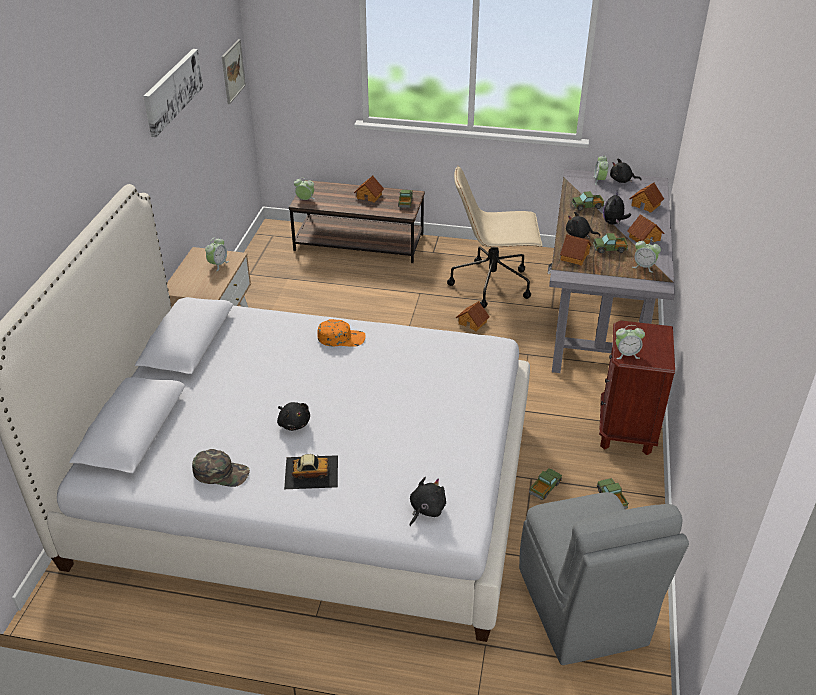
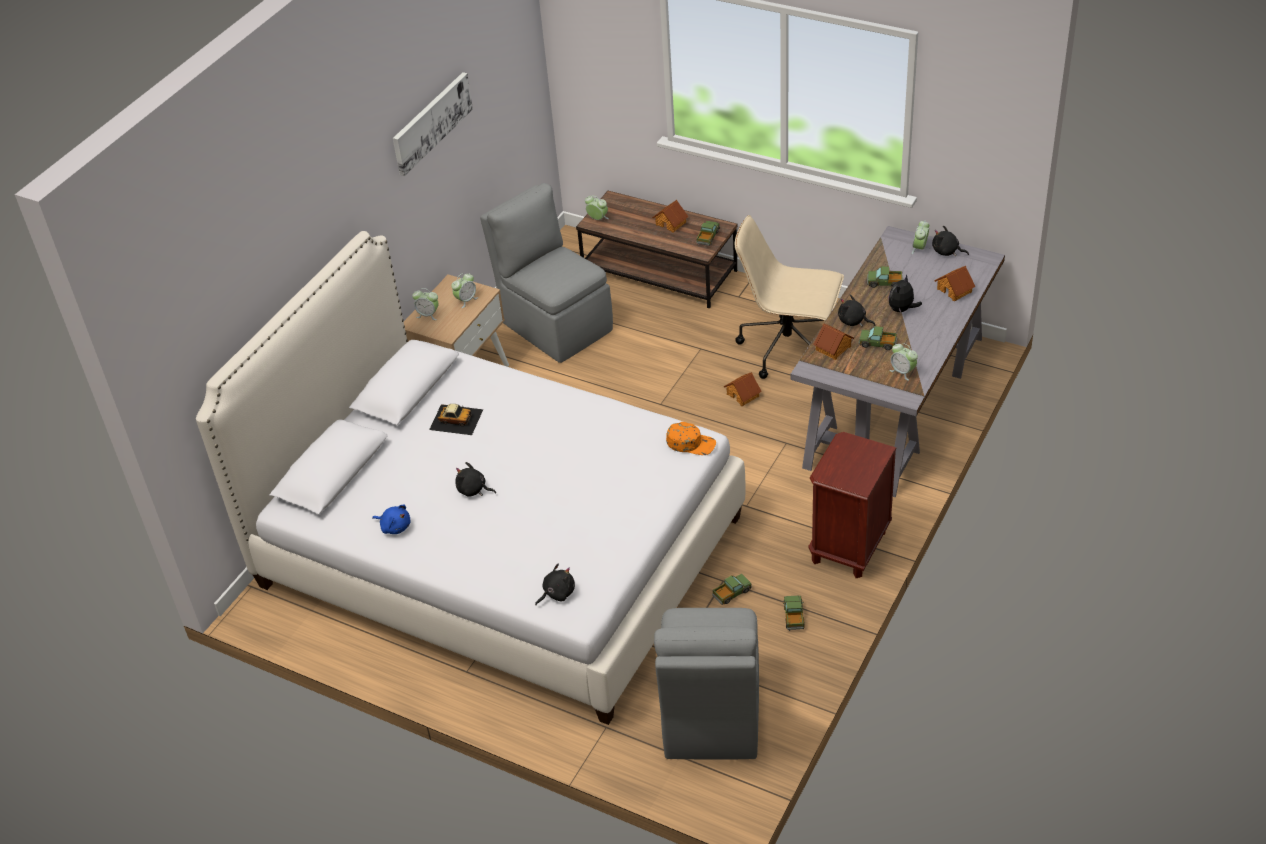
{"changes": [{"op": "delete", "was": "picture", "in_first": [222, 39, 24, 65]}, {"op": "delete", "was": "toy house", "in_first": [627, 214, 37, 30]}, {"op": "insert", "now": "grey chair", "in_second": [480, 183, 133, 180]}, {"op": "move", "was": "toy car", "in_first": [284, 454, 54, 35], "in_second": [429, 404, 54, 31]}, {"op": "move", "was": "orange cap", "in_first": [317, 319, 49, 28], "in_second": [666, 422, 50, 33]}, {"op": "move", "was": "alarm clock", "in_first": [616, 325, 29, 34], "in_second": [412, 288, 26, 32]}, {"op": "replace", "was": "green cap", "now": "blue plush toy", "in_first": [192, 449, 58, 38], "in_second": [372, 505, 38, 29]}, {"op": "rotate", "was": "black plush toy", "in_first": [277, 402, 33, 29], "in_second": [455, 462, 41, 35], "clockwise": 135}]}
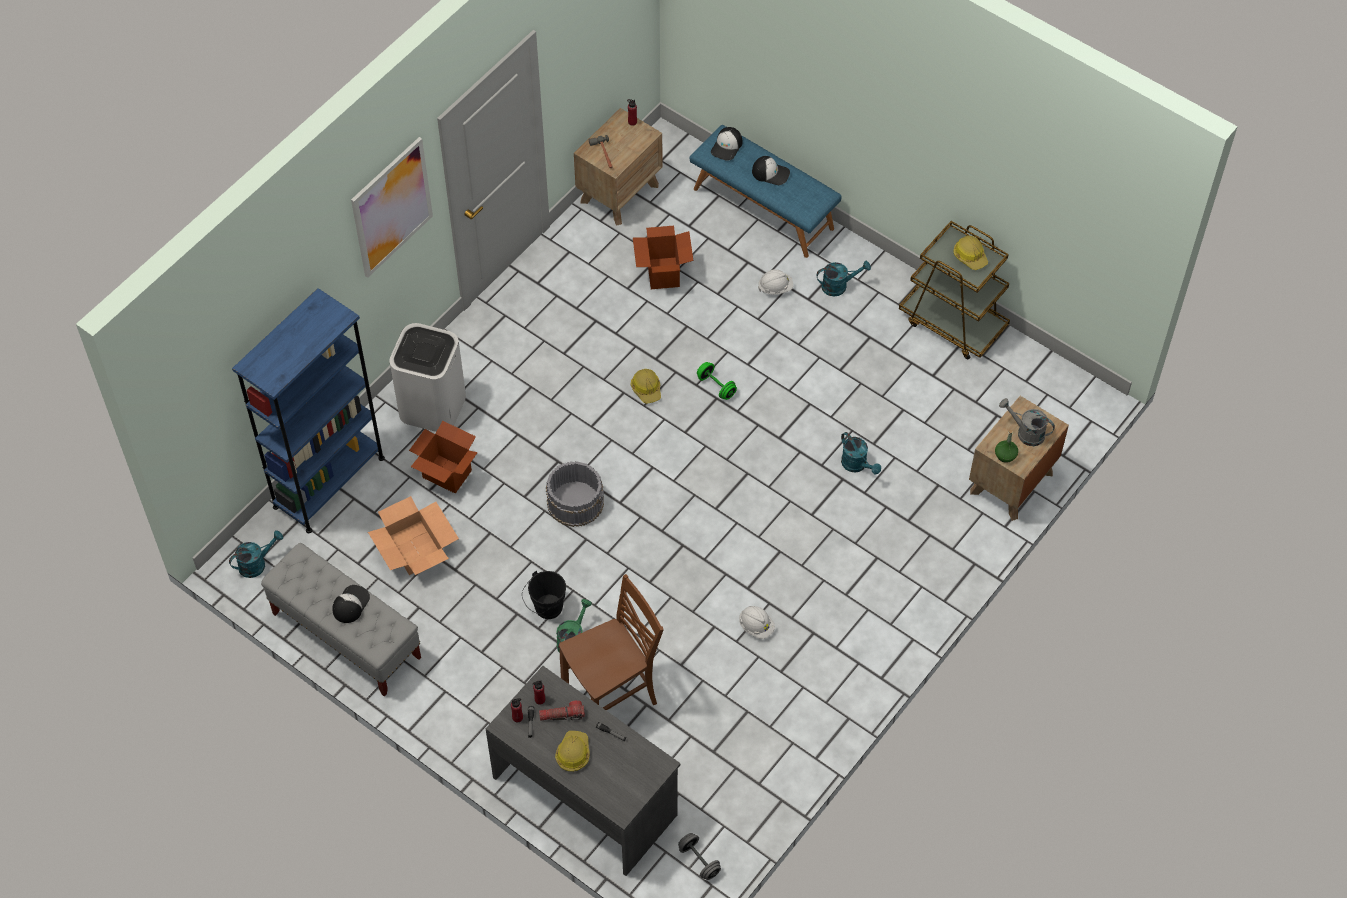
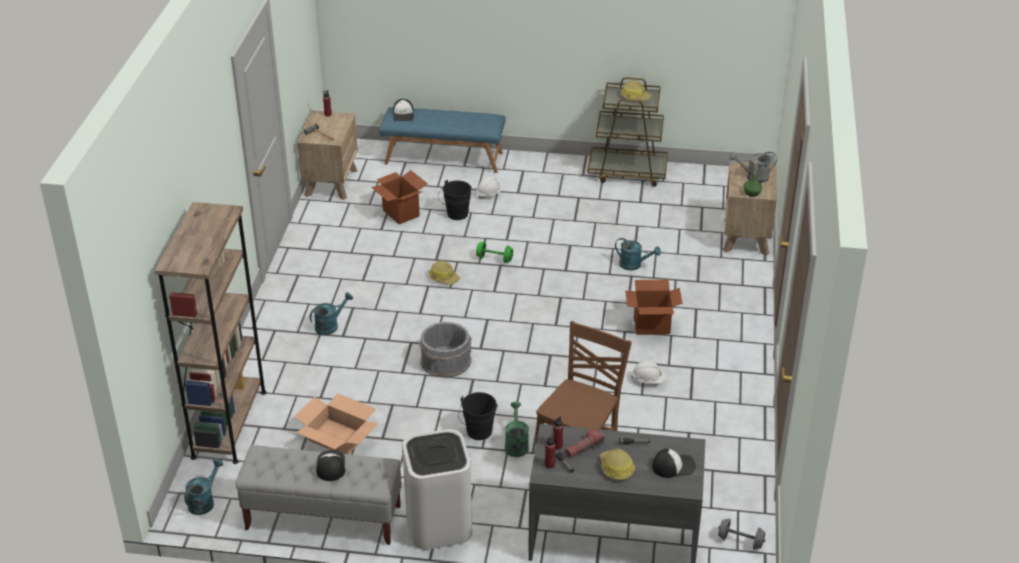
{"changes": [{"op": "delete", "was": "picture", "in_first": [351, 137, 82, 141]}, {"op": "insert", "now": "black bucket", "in_second": [438, 180, 34, 40]}, {"op": "move", "was": "white trash can", "in_first": [390, 323, 76, 109], "in_second": [402, 429, 70, 121]}, {"op": "move", "was": "cardboard box", "in_first": [409, 421, 69, 72], "in_second": [625, 280, 58, 55]}, {"op": "move", "was": "cap", "in_first": [752, 156, 38, 29], "in_second": [652, 449, 44, 29]}, {"op": "move", "was": "turquoise watering can", "in_first": [817, 261, 54, 35], "in_second": [309, 292, 44, 43]}, {"op": "recolor", "was": "blue bookcase", "now": "brown bookcase", "in_first": [232, 288, 153, 245], "in_second": [155, 202, 112, 262]}]}
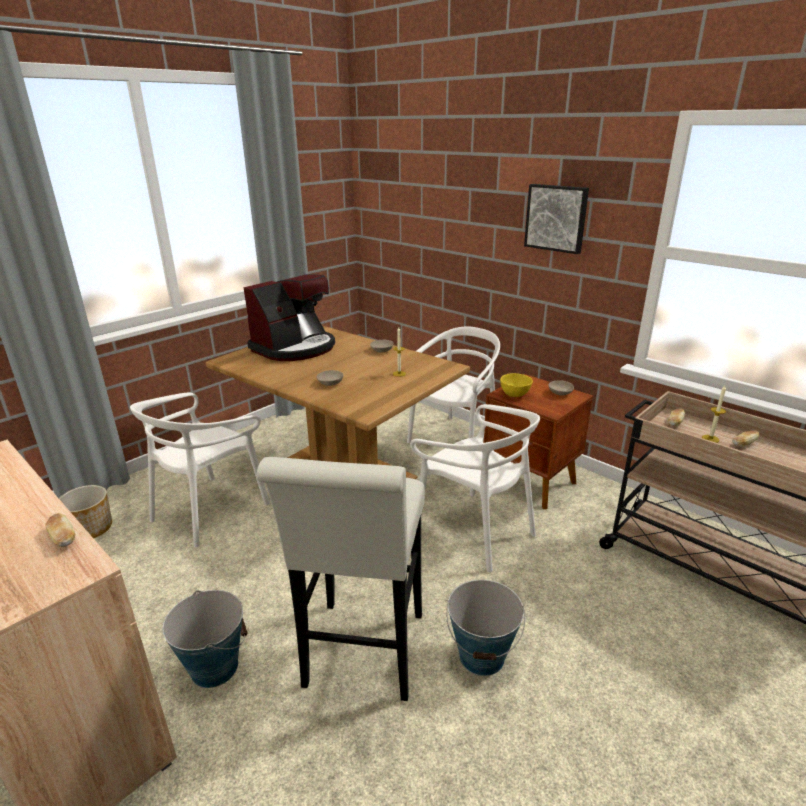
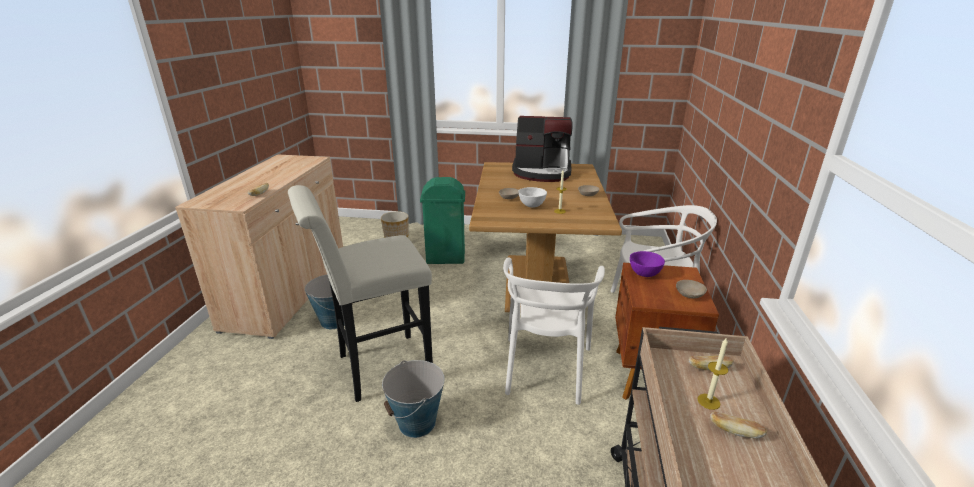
{"changes": [{"op": "delete", "was": "picture", "in_first": [524, 184, 65, 70]}, {"op": "insert", "now": "white bowl", "in_second": [519, 187, 28, 21]}, {"op": "replace", "was": "white chair", "now": "green trash can", "in_first": [130, 393, 140, 154], "in_second": [420, 177, 45, 87]}, {"op": "recolor", "was": "yellow bowl", "now": "purple bowl", "in_first": [500, 373, 33, 24], "in_second": [630, 251, 35, 26]}]}
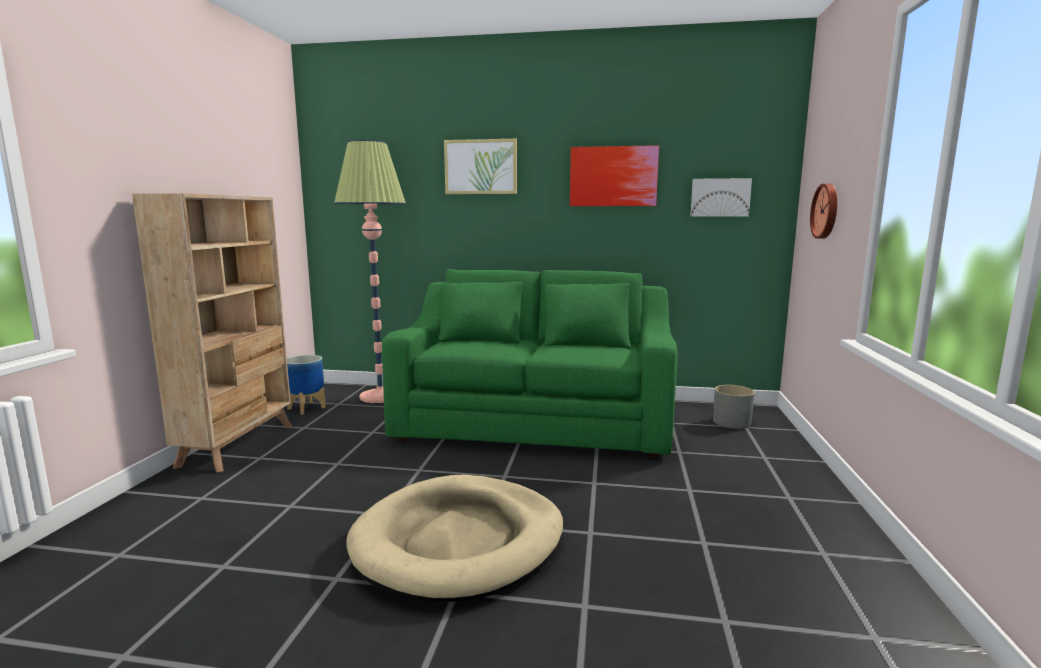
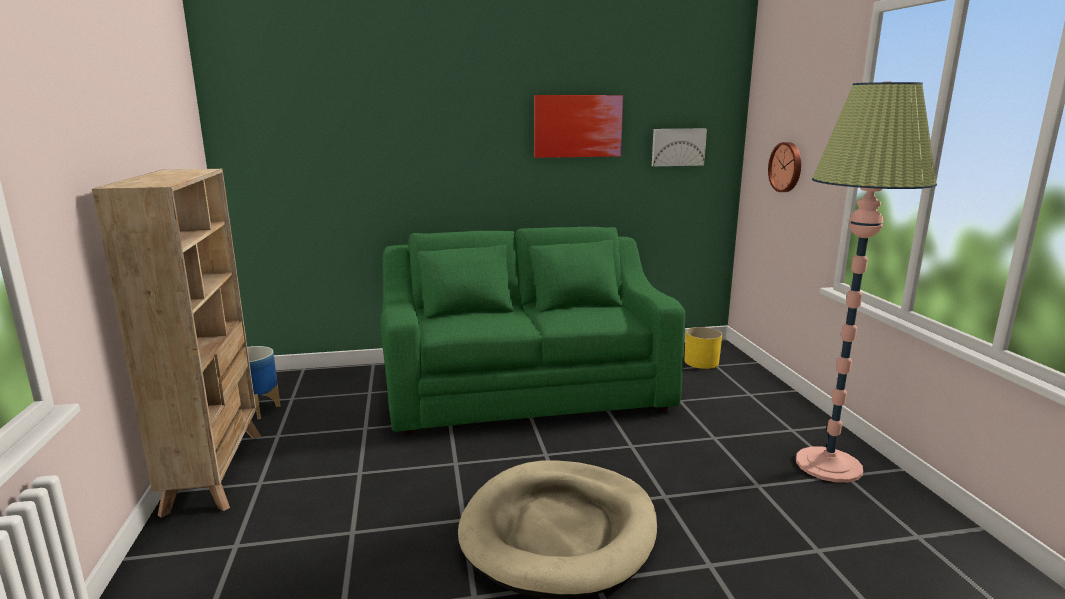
{"changes": [{"op": "delete", "was": "picture", "in_first": [444, 139, 73, 55]}, {"op": "move", "was": "floor lamp", "in_first": [334, 140, 72, 263], "in_second": [796, 81, 141, 402]}, {"op": "recolor", "was": "grey planter", "now": "yellow planter", "in_first": [713, 385, 42, 44], "in_second": [684, 327, 38, 42]}]}
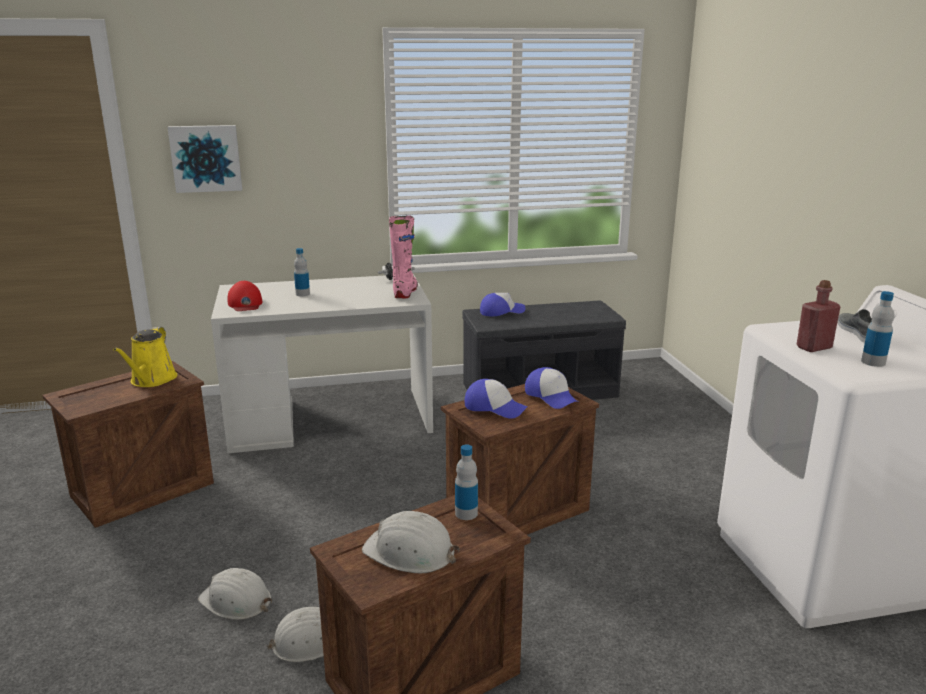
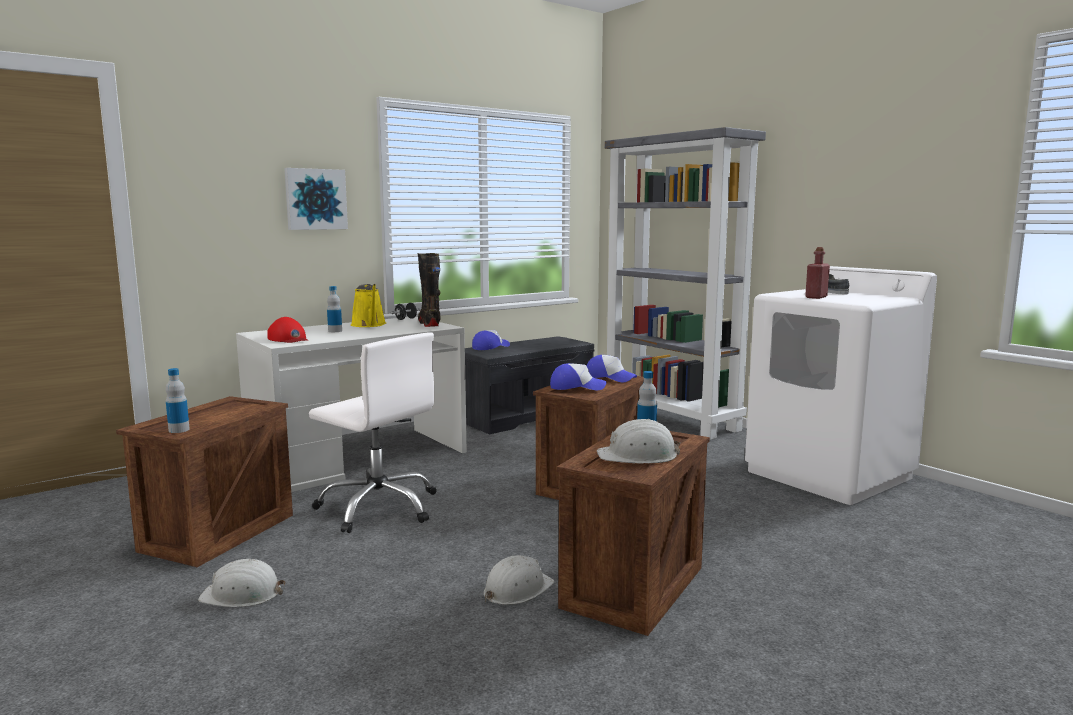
{"changes": [{"op": "insert", "now": "white office chair", "in_second": [309, 332, 128, 201]}, {"op": "insert", "now": "grey bookcase", "in_second": [604, 127, 162, 313]}, {"op": "move", "was": "yellow watering can", "in_first": [113, 327, 64, 60], "in_second": [351, 284, 35, 43]}, {"op": "move", "was": "picture", "in_first": [167, 125, 75, 68], "in_second": [284, 168, 64, 62]}, {"op": "move", "was": "white hard hat", "in_first": [198, 568, 74, 52], "in_second": [198, 559, 87, 48]}, {"op": "move", "was": "bottle", "in_first": [861, 291, 33, 76], "in_second": [166, 368, 24, 65]}, {"op": "recolor", "was": "pink boot", "now": "black boot", "in_first": [389, 216, 29, 82], "in_second": [418, 253, 23, 74]}]}
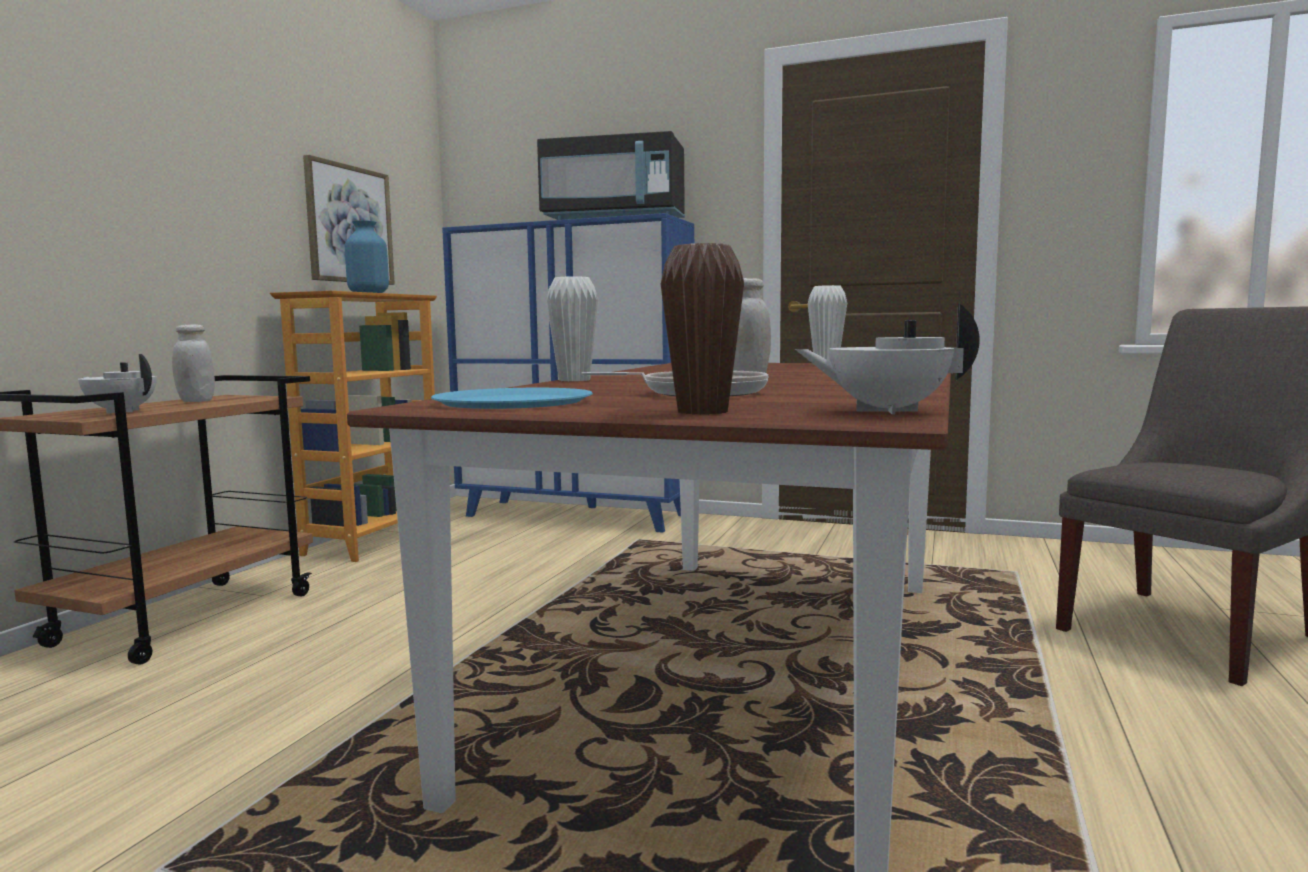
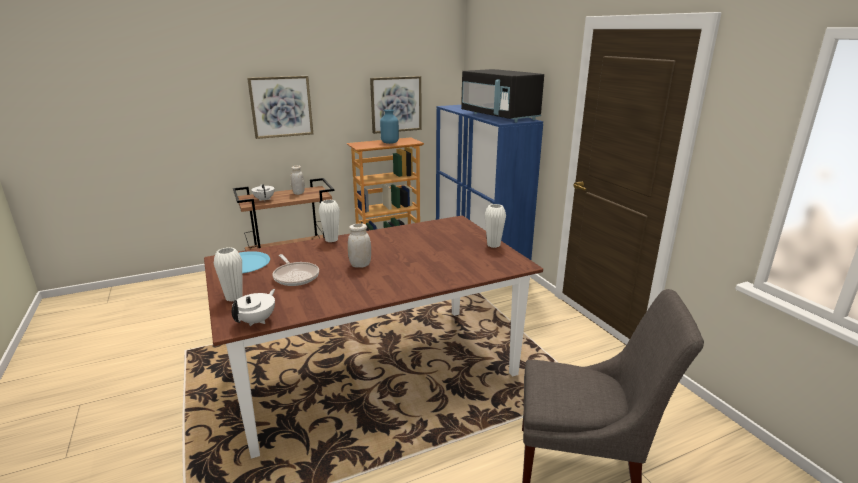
{"changes": [{"op": "insert", "now": "picture", "in_second": [247, 76, 66, 63]}, {"op": "recolor", "was": "brown vase", "now": "white vase", "in_first": [661, 243, 83, 172], "in_second": [214, 247, 29, 55]}, {"op": "rotate", "was": "white teapot", "in_first": [795, 304, 185, 110], "in_second": [232, 289, 43, 37], "clockwise": 60}]}
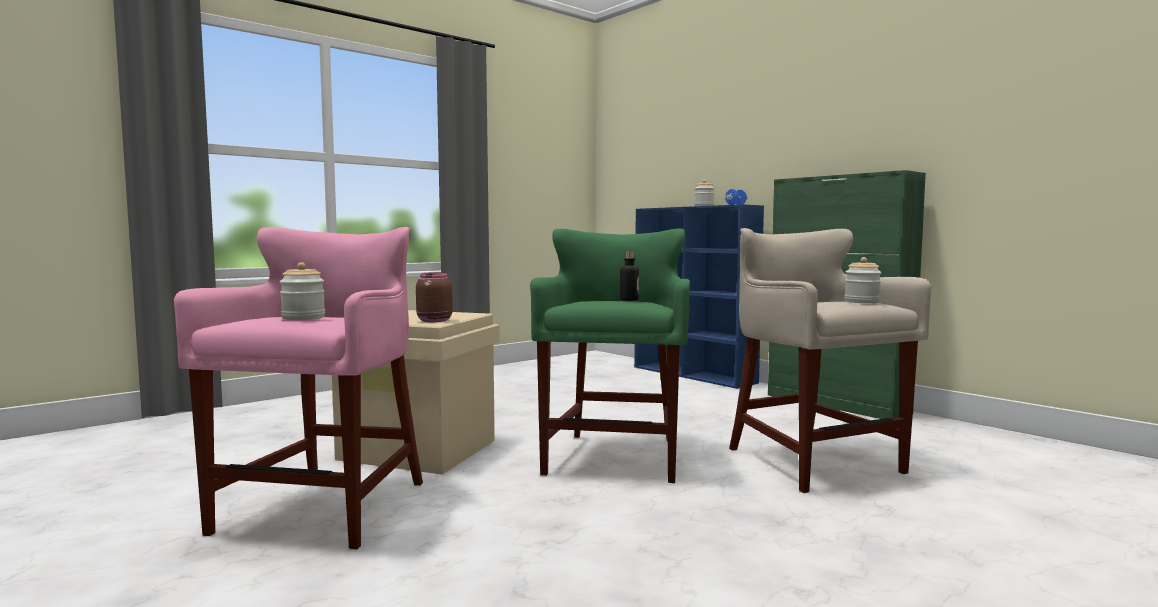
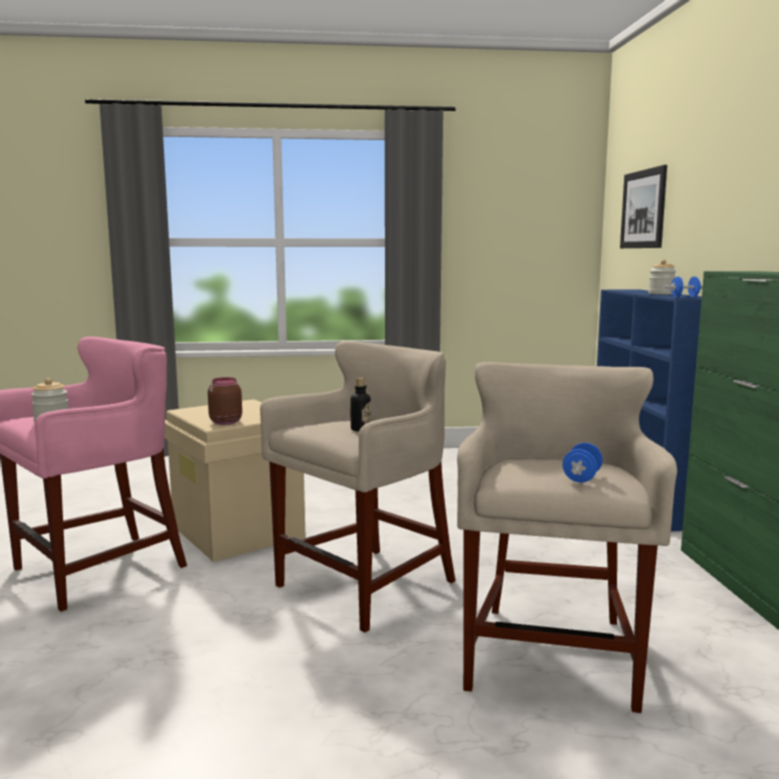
{"changes": [{"op": "insert", "now": "picture", "in_second": [620, 165, 47, 83]}, {"op": "replace", "was": "jar", "now": "blue dumbbell", "in_first": [844, 257, 38, 46], "in_second": [563, 443, 40, 40]}, {"op": "recolor", "was": "green stool", "now": "beige stool", "in_first": [530, 228, 160, 255], "in_second": [260, 341, 196, 292]}]}
